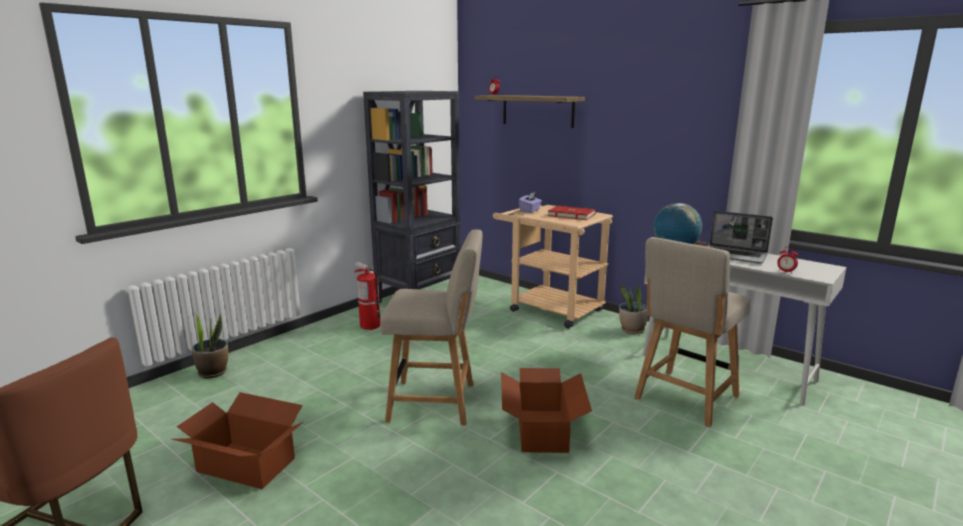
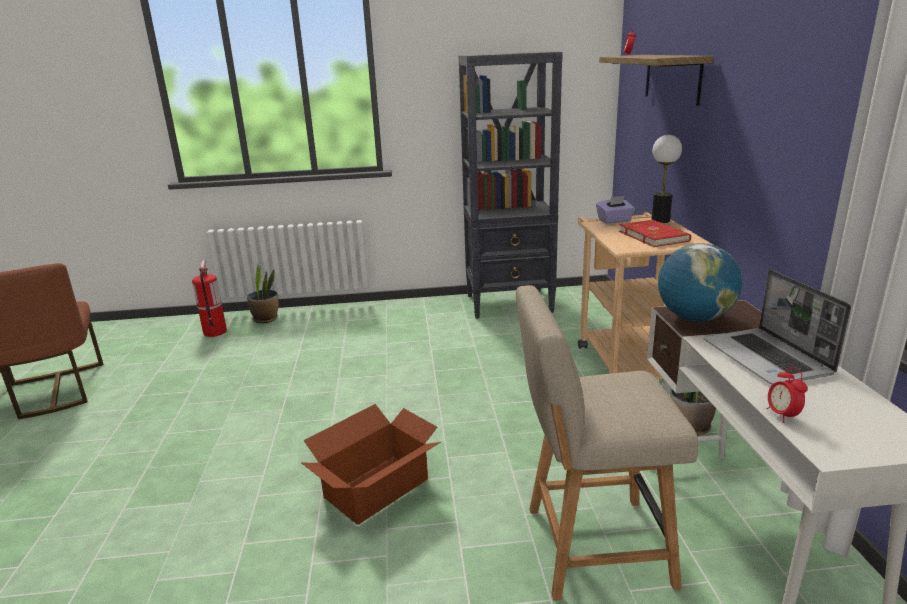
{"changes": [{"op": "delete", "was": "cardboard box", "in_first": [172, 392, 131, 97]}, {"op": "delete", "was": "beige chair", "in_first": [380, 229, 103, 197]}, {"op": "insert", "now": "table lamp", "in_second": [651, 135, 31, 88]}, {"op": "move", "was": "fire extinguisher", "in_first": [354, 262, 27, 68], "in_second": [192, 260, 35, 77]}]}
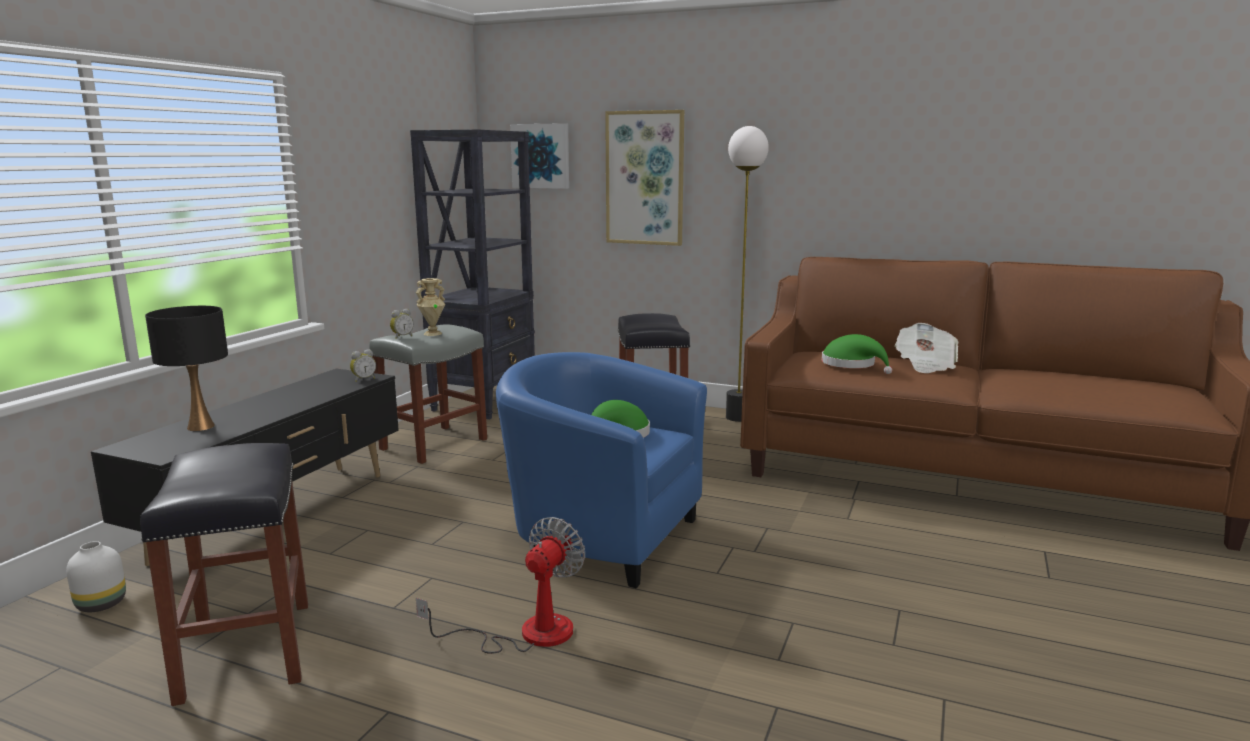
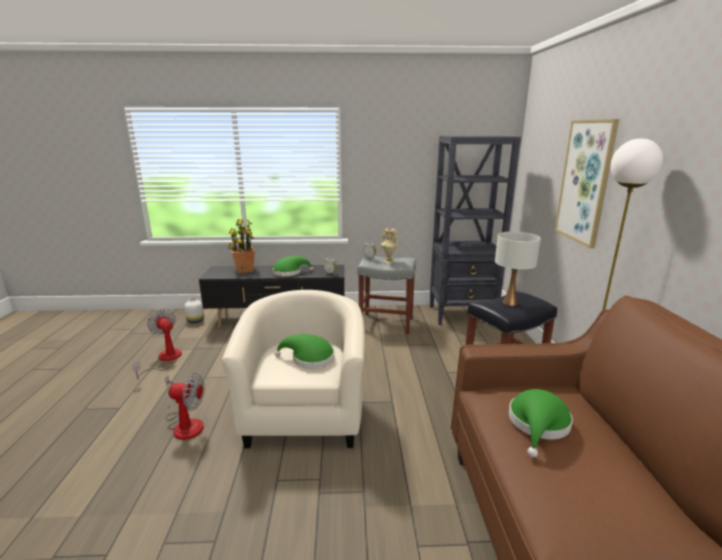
{"changes": [{"op": "delete", "was": "picture", "in_first": [510, 123, 59, 66]}, {"op": "delete", "was": "newspaper", "in_first": [895, 323, 63, 50]}, {"op": "insert", "now": "green hat", "in_second": [273, 256, 41, 20]}, {"op": "insert", "now": "white table lamp", "in_second": [495, 232, 46, 74]}, {"op": "replace", "was": "black stool", "now": "fan", "in_first": [140, 443, 168, 263], "in_second": [132, 309, 50, 71]}, {"op": "replace", "was": "black table lamp", "now": "potted plant", "in_first": [145, 306, 83, 125], "in_second": [228, 219, 27, 55]}, {"op": "recolor", "was": "blue armchair", "now": "beige armchair", "in_first": [496, 352, 211, 236], "in_second": [222, 290, 143, 158]}]}
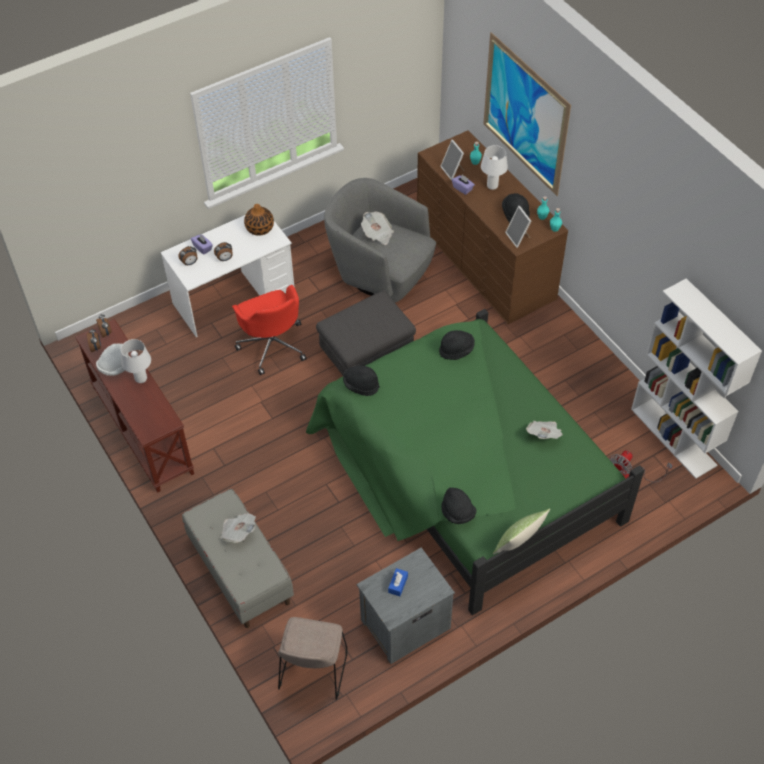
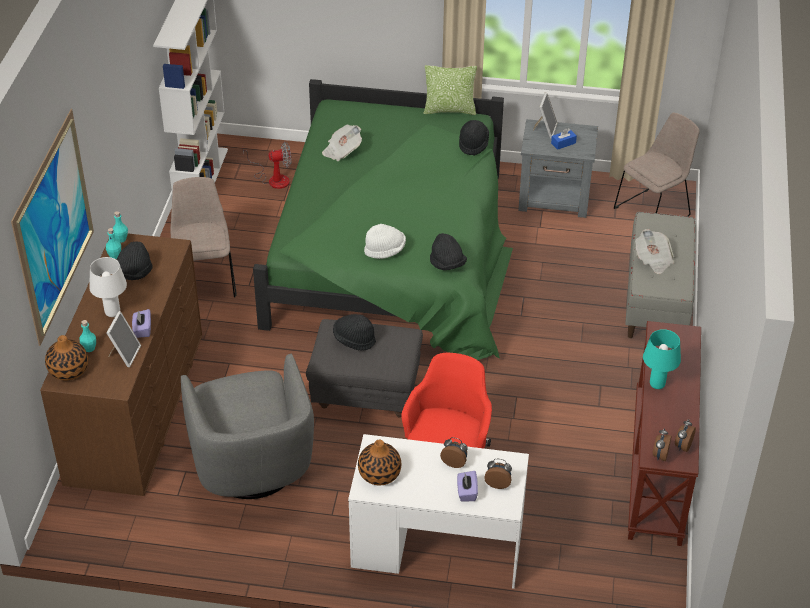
{"changes": [{"op": "delete", "was": "newspaper", "in_first": [361, 211, 33, 34]}, {"op": "insert", "now": "vase", "in_second": [45, 335, 43, 46]}, {"op": "insert", "now": "beige chair", "in_second": [171, 177, 66, 120]}, {"op": "move", "was": "white hat", "in_first": [96, 343, 34, 33], "in_second": [364, 224, 42, 35]}, {"op": "move", "was": "black hat", "in_first": [439, 330, 36, 30], "in_second": [333, 314, 43, 37]}, {"op": "move", "was": "picture frame", "in_first": [505, 206, 26, 42], "in_second": [533, 92, 24, 46]}, {"op": "recolor", "was": "white table lamp", "now": "turquoise table lamp", "in_first": [121, 339, 30, 44], "in_second": [643, 329, 38, 60]}]}
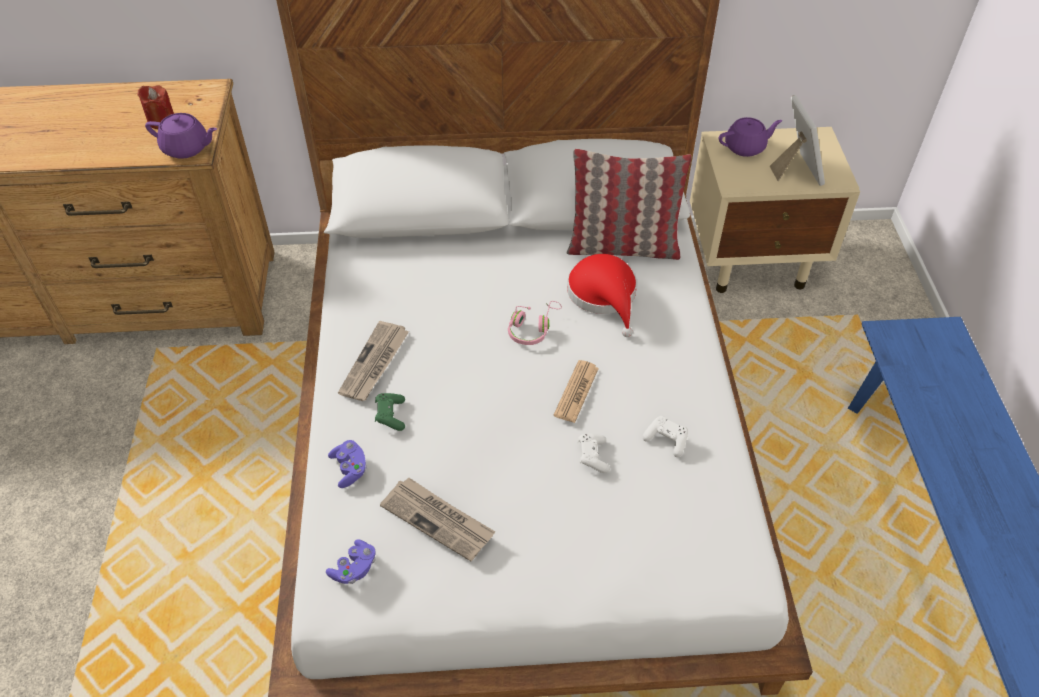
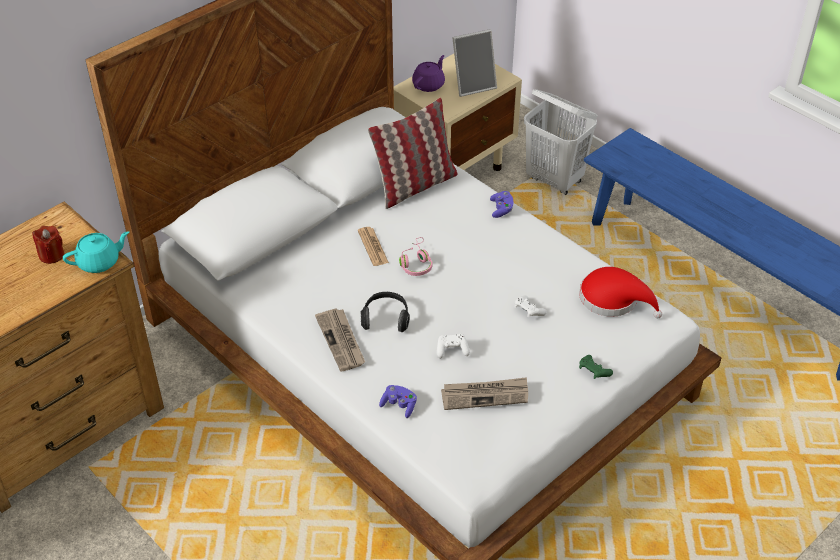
{"changes": [{"op": "insert", "now": "headphones", "in_second": [361, 292, 49, 40]}, {"op": "insert", "now": "white laundry basket", "in_second": [524, 89, 73, 106]}, {"op": "move", "was": "purple game controller", "in_first": [326, 539, 49, 45], "in_second": [490, 191, 23, 27]}, {"op": "move", "was": "green game controller", "in_first": [375, 393, 30, 38], "in_second": [579, 355, 34, 24]}, {"op": "move", "was": "newspaper", "in_first": [554, 360, 45, 63], "in_second": [358, 227, 31, 39]}, {"op": "move", "was": "red hat", "in_first": [567, 254, 70, 83], "in_second": [579, 267, 83, 51]}, {"op": "move", "was": "white game controller", "in_first": [643, 416, 45, 41], "in_second": [437, 334, 33, 25]}, {"op": "recolor", "was": "purple teapot", "now": "turquoise teapot", "in_first": [145, 113, 72, 46], "in_second": [63, 231, 66, 42]}, {"op": "rotate", "was": "picture frame", "in_first": [770, 95, 55, 91], "in_second": [453, 29, 44, 68], "clockwise": 120}]}
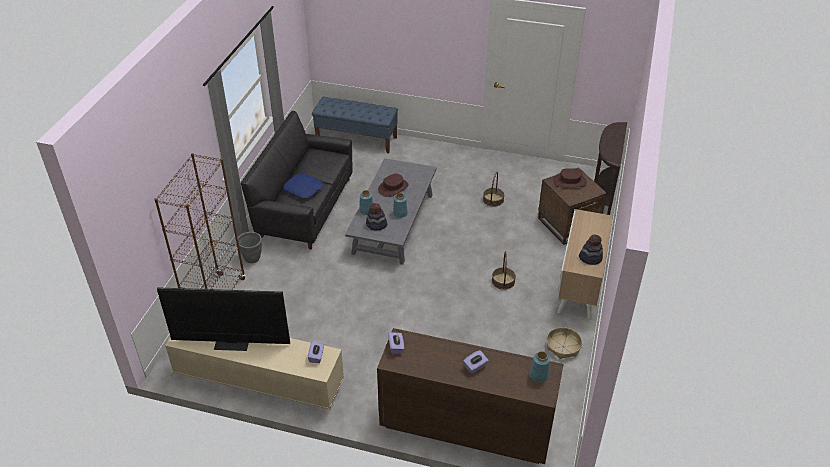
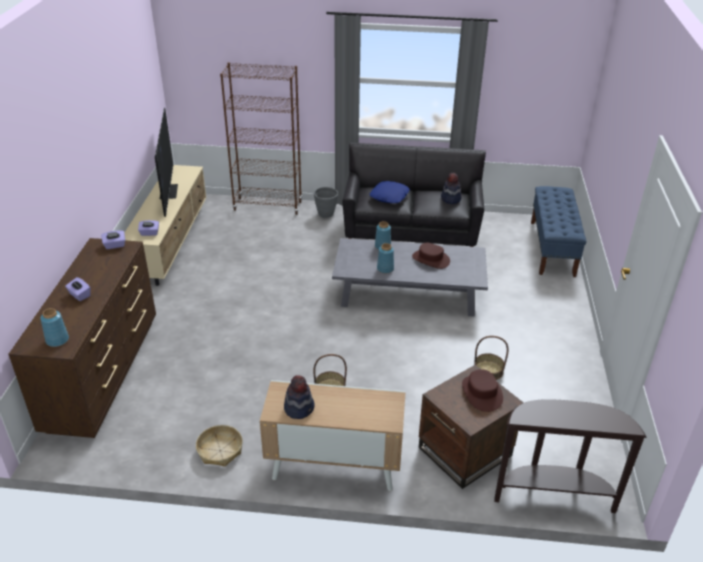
{"changes": [{"op": "move", "was": "hat", "in_first": [366, 203, 21, 28], "in_second": [441, 173, 21, 31]}]}
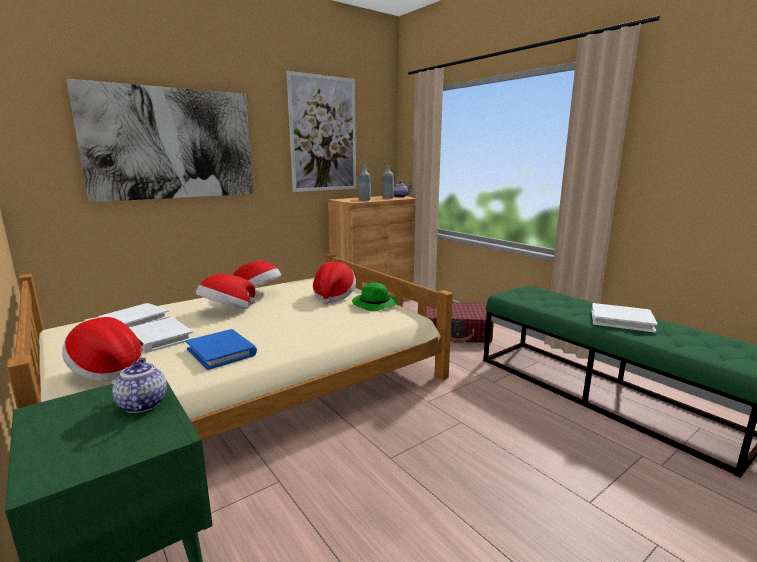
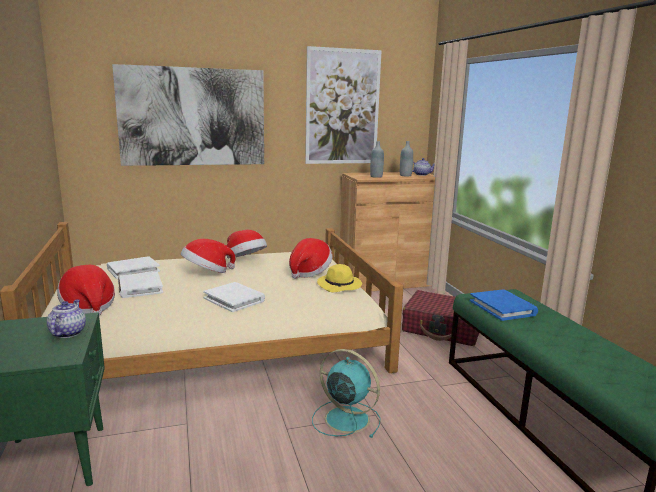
{"changes": [{"op": "insert", "now": "turquoise fan", "in_second": [312, 349, 69, 89]}, {"op": "move", "was": "blue book", "in_first": [186, 329, 71, 41], "in_second": [470, 289, 68, 32]}, {"op": "move", "was": "white book", "in_first": [591, 303, 67, 30], "in_second": [203, 282, 62, 30]}, {"op": "recolor", "was": "green hat", "now": "yellow hat", "in_first": [352, 283, 46, 28], "in_second": [317, 264, 45, 28]}]}
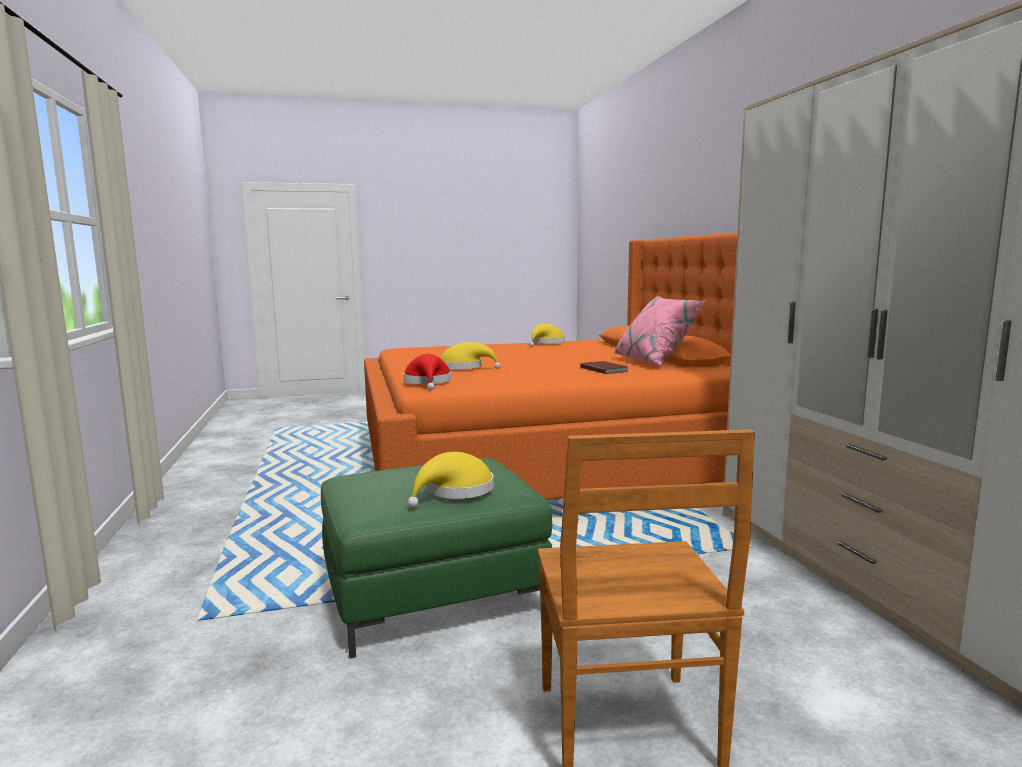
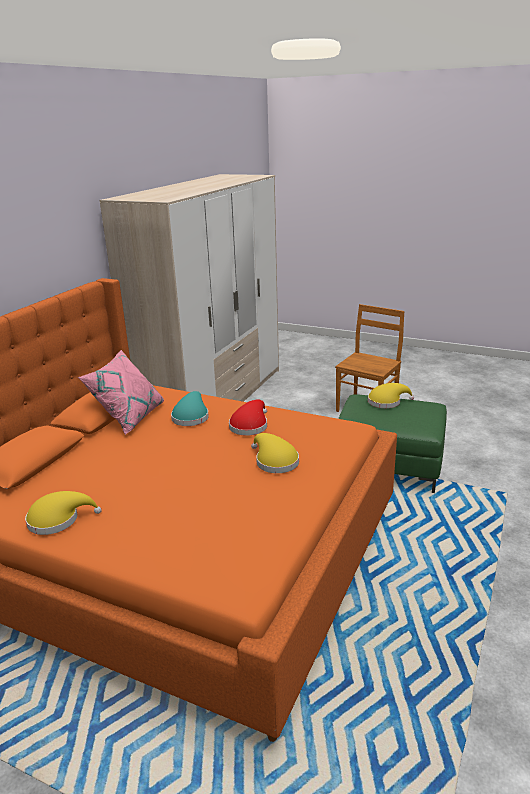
{"changes": [{"op": "move", "was": "red hat", "in_first": [403, 354, 48, 36], "in_second": [229, 399, 38, 37]}, {"op": "replace", "was": "brown book", "now": "turquoise hat", "in_first": [580, 361, 49, 13], "in_second": [171, 391, 38, 35]}]}
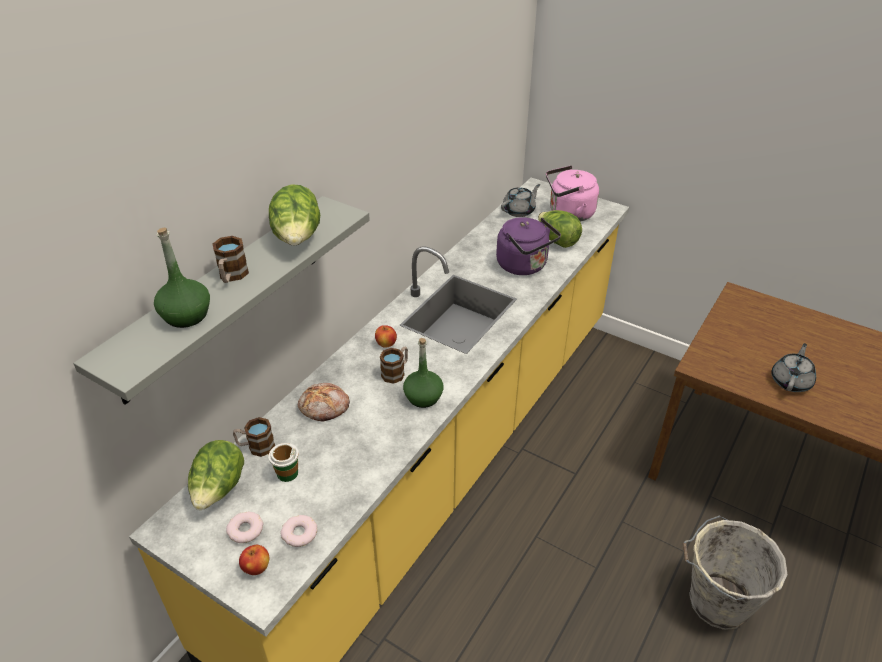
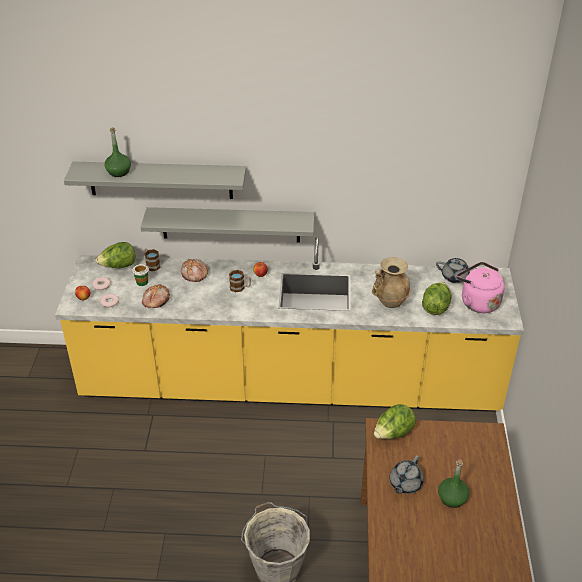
{"changes": [{"op": "delete", "was": "mug", "in_first": [213, 236, 36, 47]}, {"op": "insert", "now": "grey shelf", "in_second": [141, 207, 173, 36]}, {"op": "insert", "now": "bread", "in_second": [142, 284, 28, 24]}, {"op": "move", "was": "lettuce", "in_first": [269, 184, 51, 61], "in_second": [374, 404, 42, 35]}, {"op": "move", "was": "green bottle", "in_first": [403, 338, 40, 70], "in_second": [438, 459, 32, 49]}, {"op": "replace", "was": "purple kettle", "now": "beige vase", "in_first": [496, 217, 65, 58], "in_second": [372, 257, 39, 51]}, {"op": "rotate", "was": "grey teapot", "in_first": [771, 343, 45, 49], "in_second": [389, 455, 35, 39], "clockwise": 120}]}
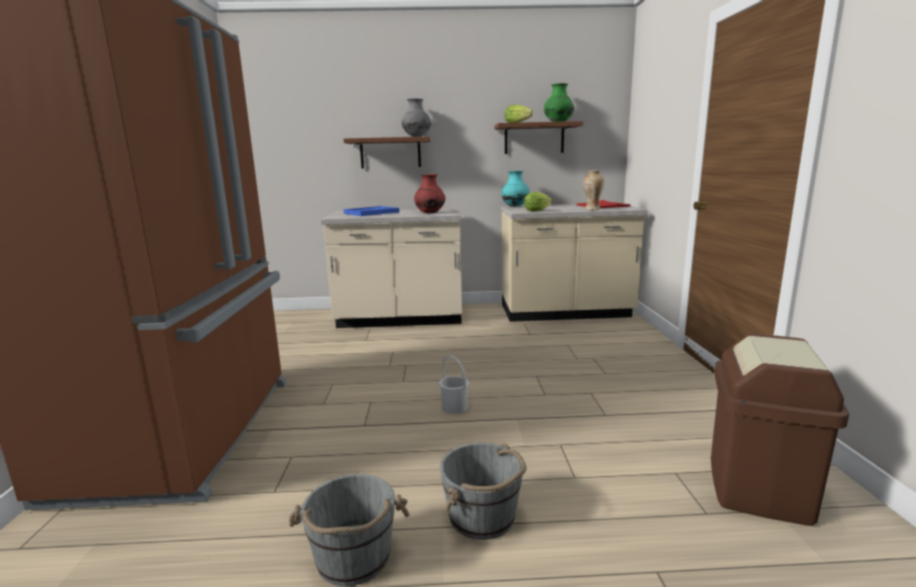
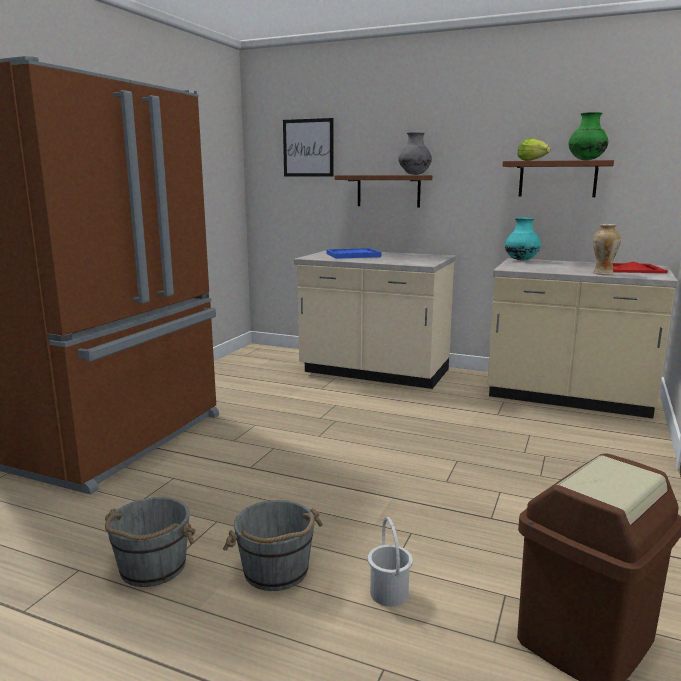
{"changes": [{"op": "delete", "was": "red vase", "in_first": [414, 174, 32, 40]}, {"op": "delete", "was": "lettuce", "in_first": [524, 192, 28, 20]}, {"op": "insert", "now": "picture", "in_second": [283, 118, 51, 58]}, {"op": "move", "was": "white bucket", "in_first": [439, 356, 30, 58], "in_second": [368, 517, 45, 90]}]}
